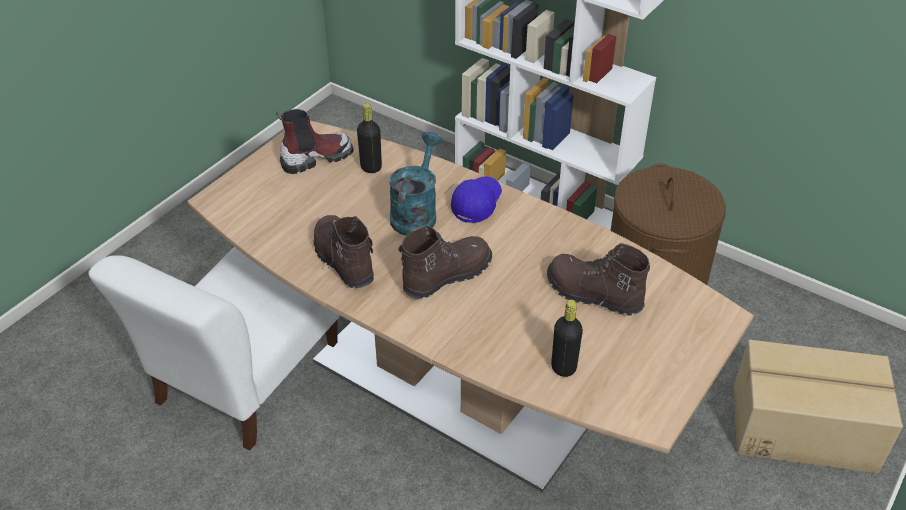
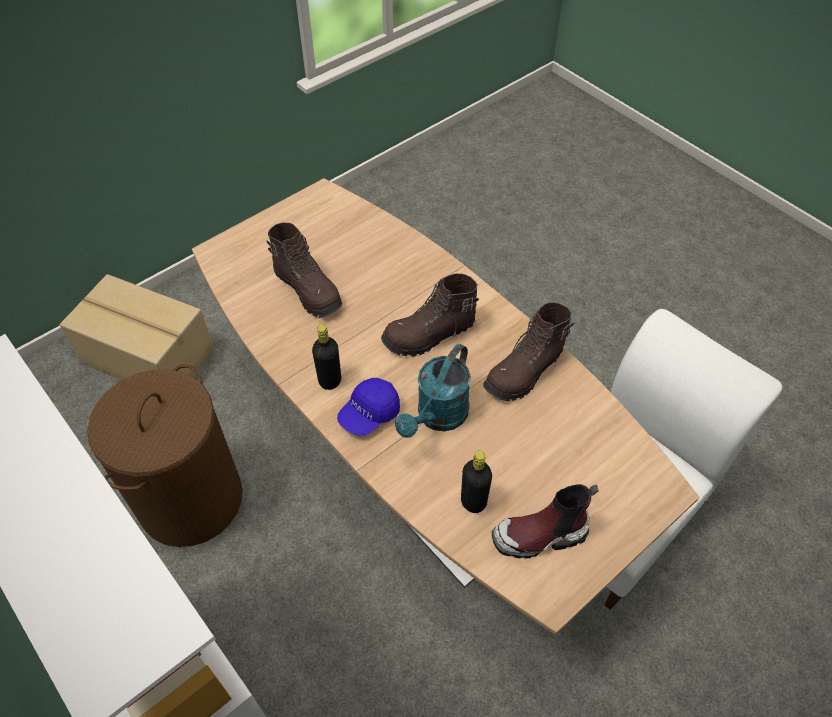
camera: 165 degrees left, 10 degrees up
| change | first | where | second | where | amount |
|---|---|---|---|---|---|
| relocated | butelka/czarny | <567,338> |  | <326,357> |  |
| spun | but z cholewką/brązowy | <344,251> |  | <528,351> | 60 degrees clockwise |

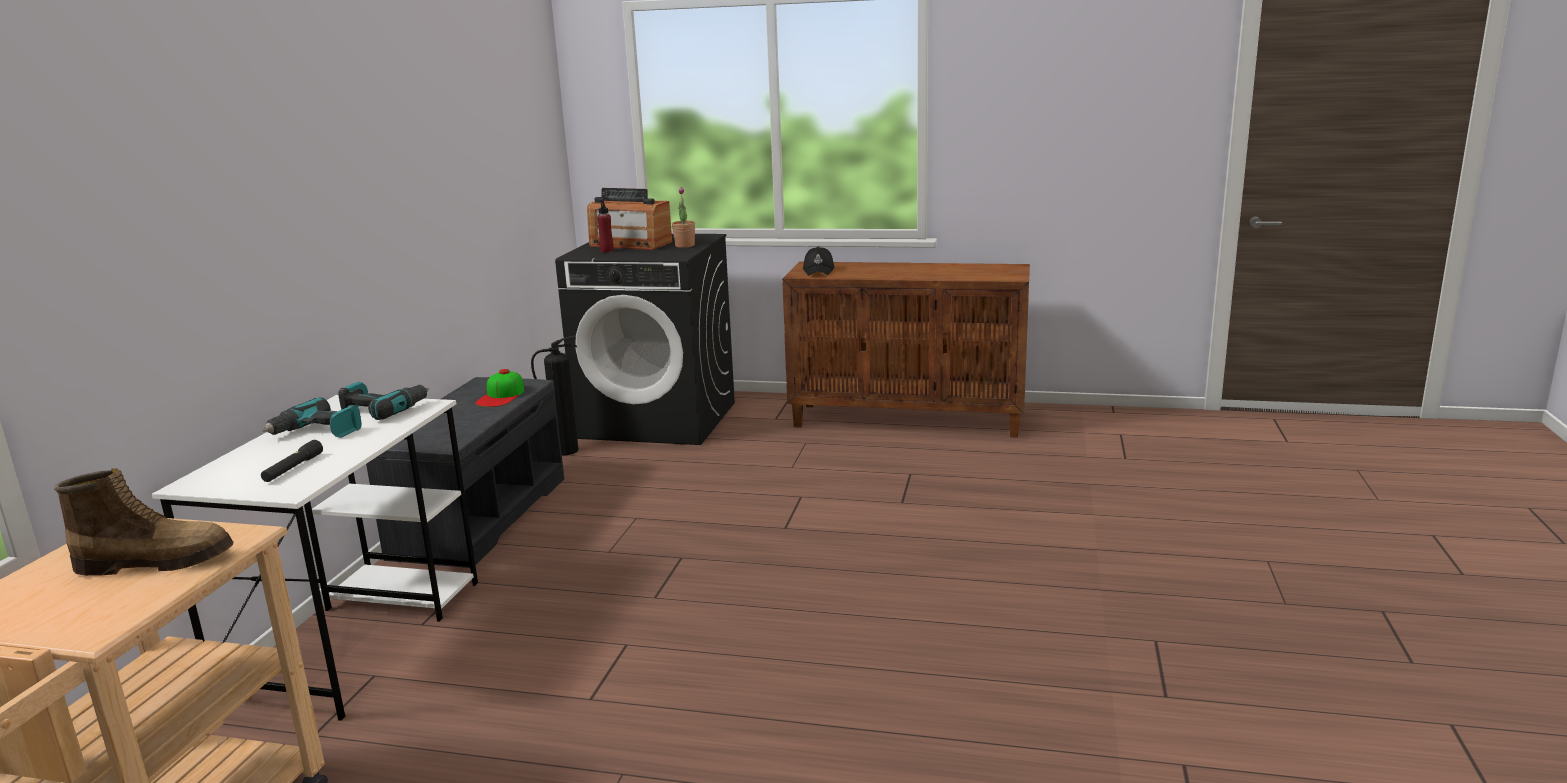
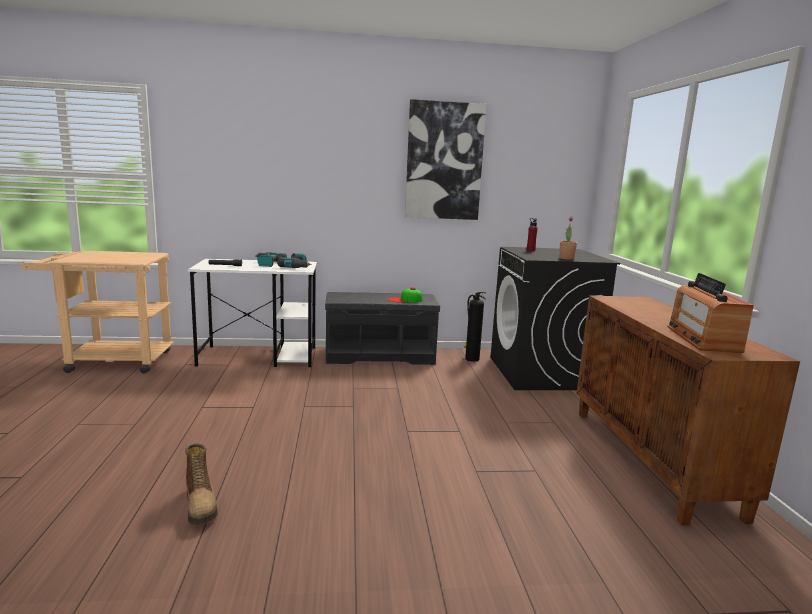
camera: 70 degrees right, 5 degrees down
| change | first | where | second | where | amount |
|---|---|---|---|---|---|
| missing | czapka z daszkiem/czarny | <819,261> |  |  |  |
| appeared |  |  | obraz | <446,159> |  |
| relocated | but z cholewką | <144,522> |  | <201,484> |  |
| relocated | radio | <629,219> |  | <710,313> |  |

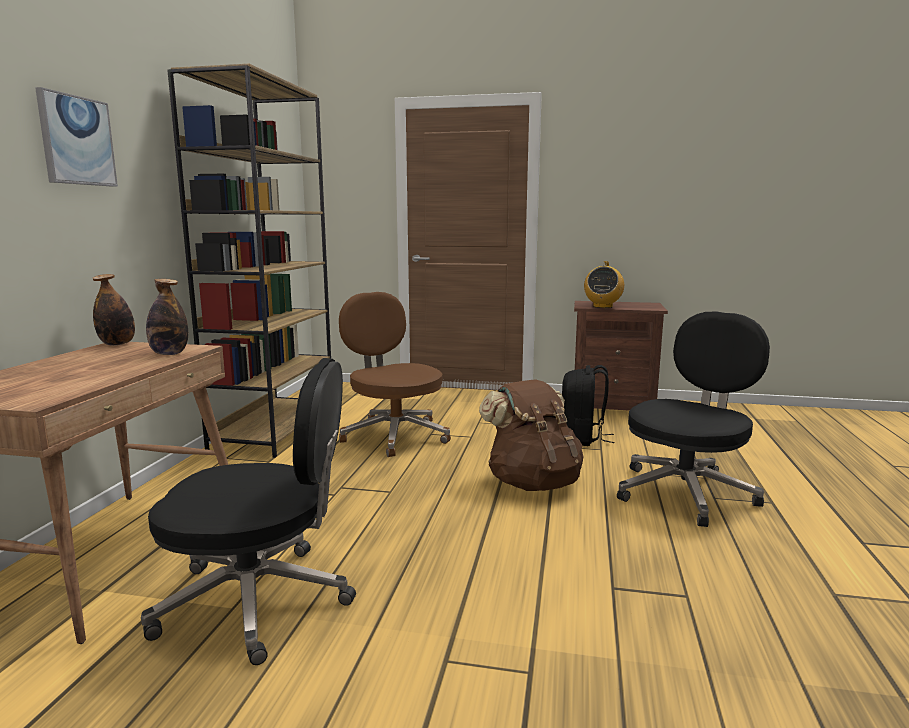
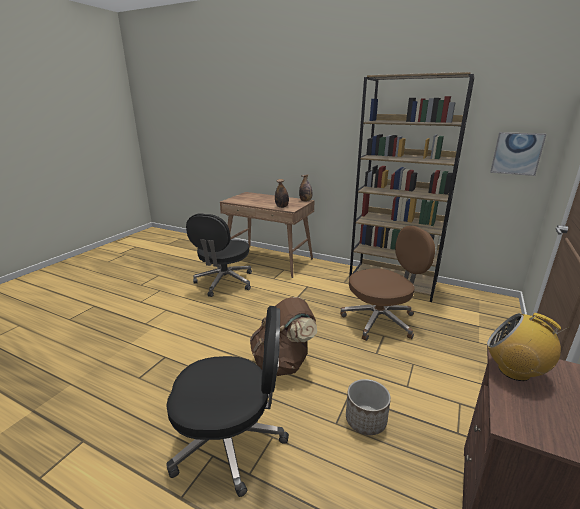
camera: 105 degrees right, 10 degrees up
| change | first | where | second | where | amount |
|---|---|---|---|---|---|
| relocated | obraz | <76,137> |  | <518,154> |  |
| exchanged | plecak/czarny | <588,405> | donica | <368,407> |  |
| spun | krzesło biurowe/czarny | <693,419> |  | <227,401> | 60 degrees counterclockwise |

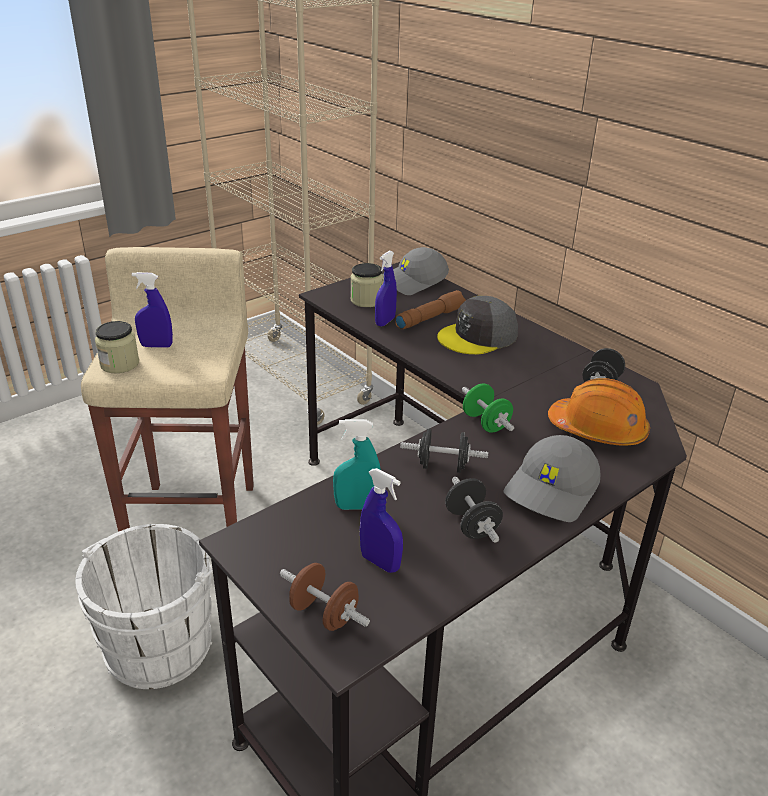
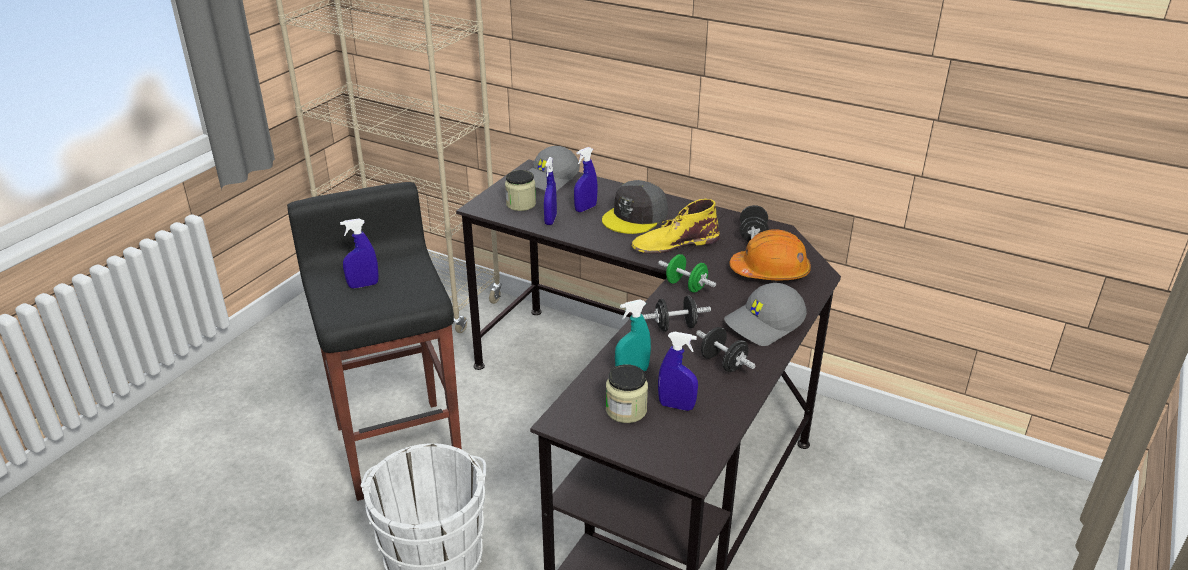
camera: 20 degrees left, 0 degrees up
| change | first | where | second | where | amount |
|---|---|---|---|---|---|
| missing | hantel/brązowy | <325,597> |  |  |  |
| appeared |  |  | but z cholewką/żółty | <675,226> |  |
| relocated | słoik | <117,347> |  | <627,393> |  |
| exchanged | latarka/brązowy | <430,309> | spryskiwacz/niebieski | <586,179> |  |
| colour | stołek/beżowy | <167,389> | stołek/czarny | <374,341> |  |
| spun | czapka z daszkiem/szary | <552,478> |  | <765,314> | 45 degrees clockwise |

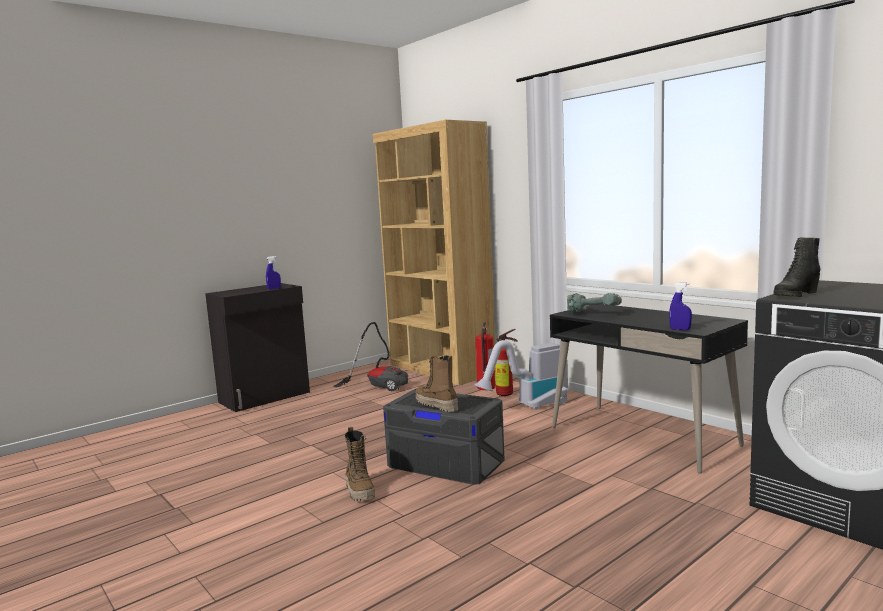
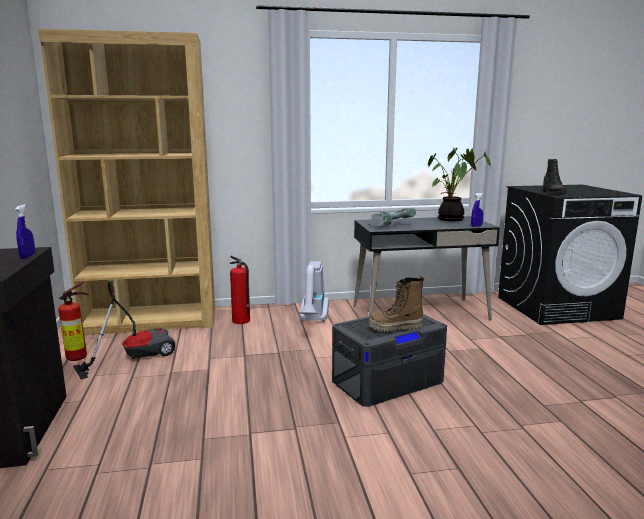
camera: 60 degrees left, 5 degrees up
| change | first | where | second | where | amount |
|---|---|---|---|---|---|
| missing | but z cholewką | <360,464> |  |  |  |
| appeared |  |  | roślina doniczkowa | <459,184> |  |
| relocated | gaśnica | <506,362> |  | <73,321> |  |

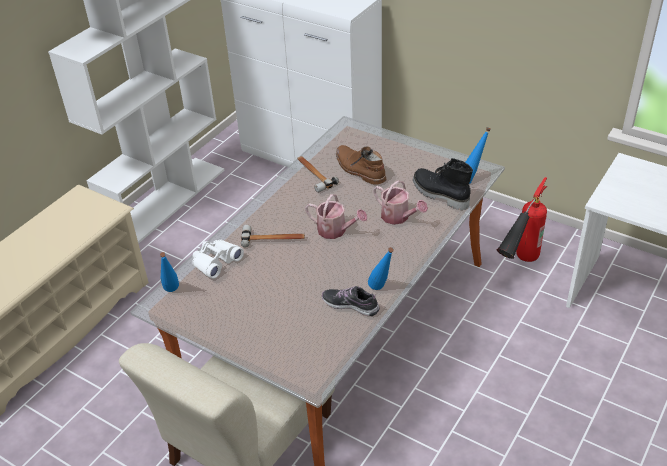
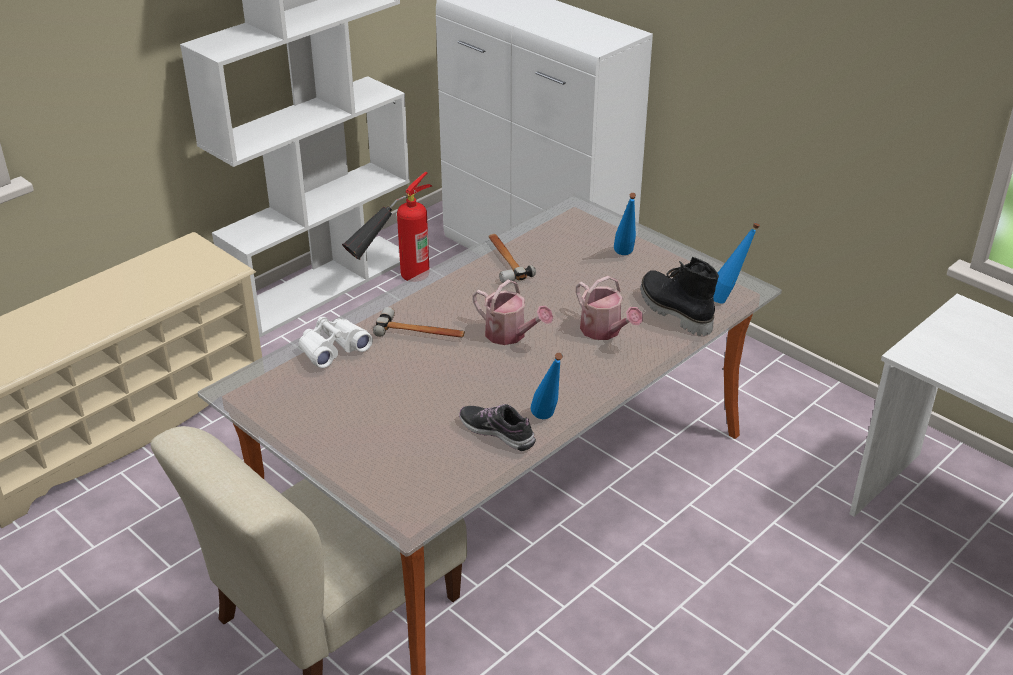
camera: 10 degrees right, 5 degrees down
| change | first | where | second | where | amount |
|---|---|---|---|---|---|
| missing | but z cholewką/brązowy | <361,165> |  |  |  |
| relocated | butelka/niebieski | <169,272> |  | <625,224> |  |
| relocated | gaśnica | <522,219> |  | <387,226> |  |

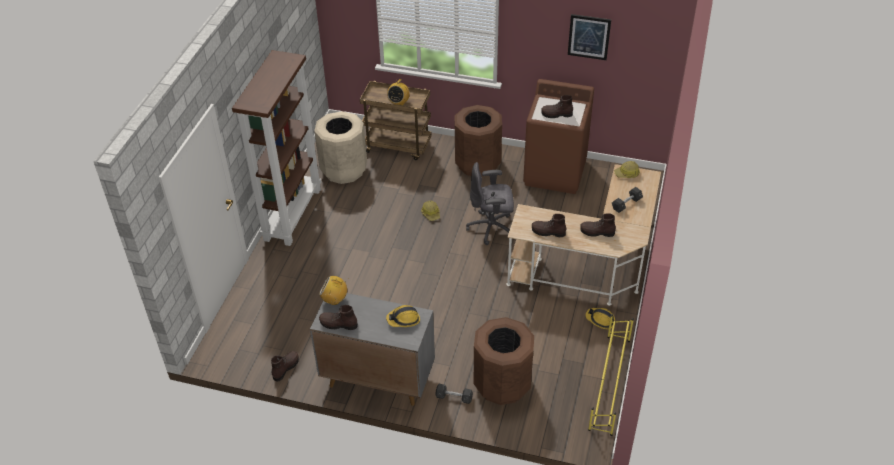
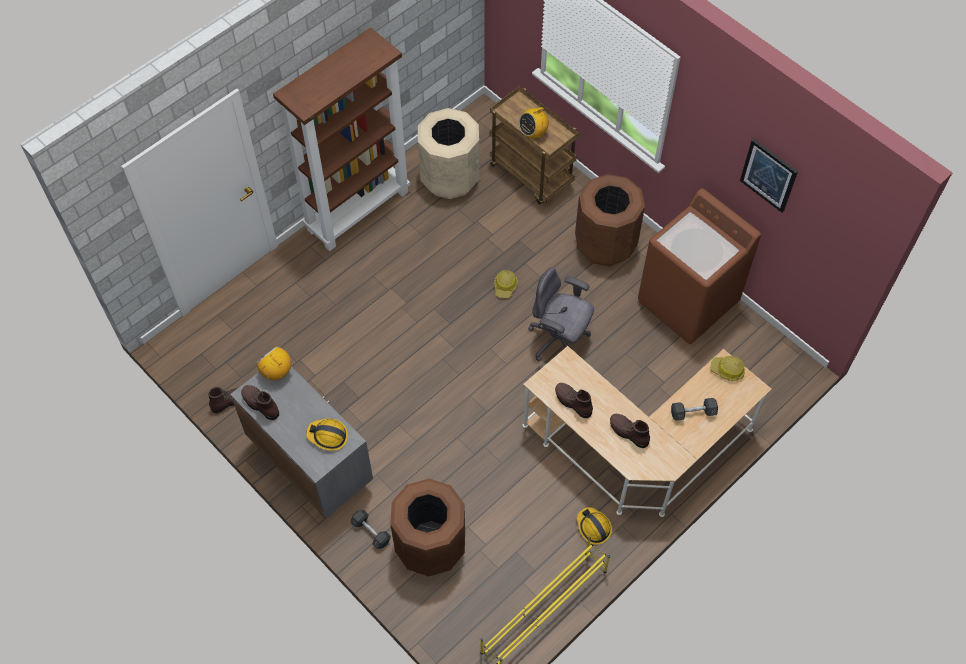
camera: 30 degrees right, 15 degrees up
| change | first | where | second | where | amount |
|---|---|---|---|---|---|
| missing | but z cholewką/brązowy | <557,106> |  |  |  |

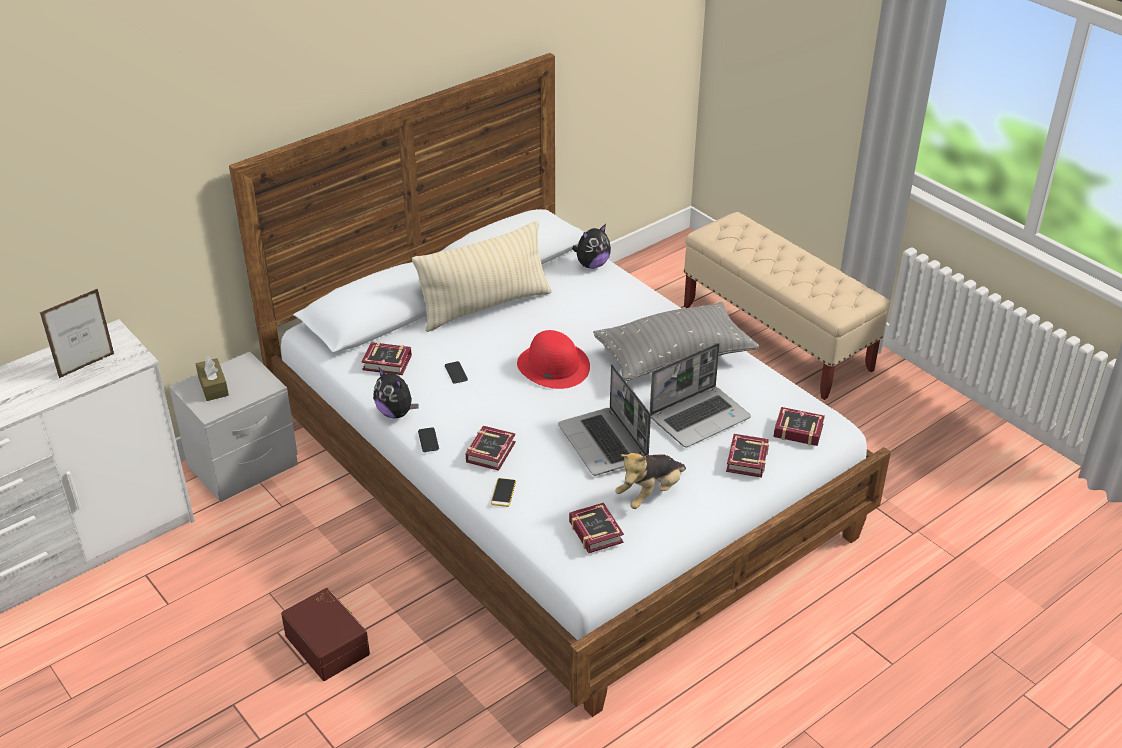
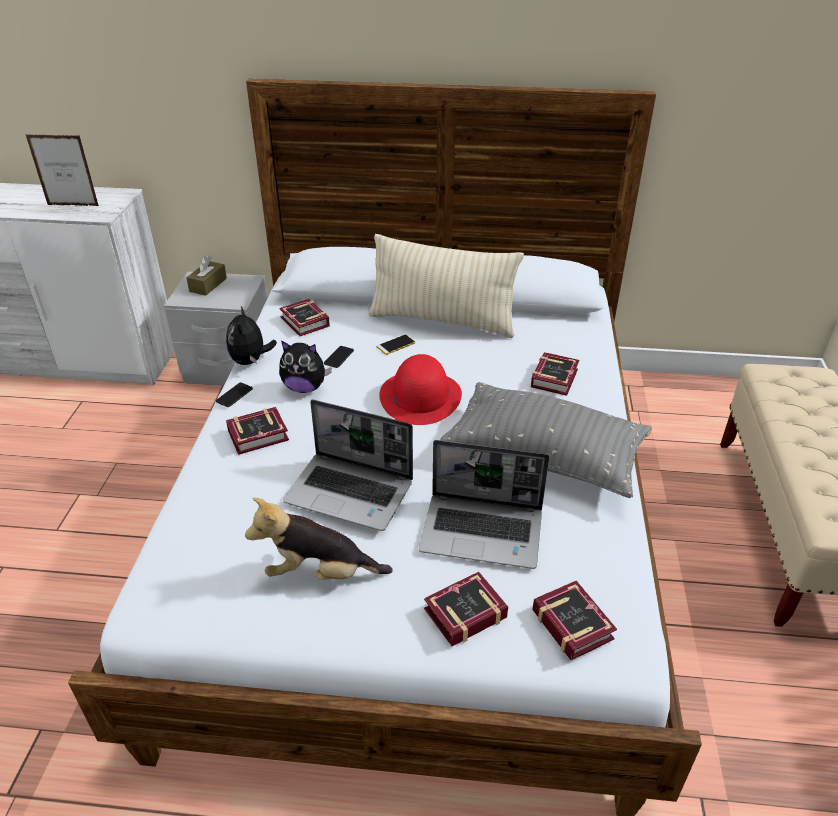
camera: 45 degrees right, 0 degrees up
| change | first | where | second | where | amount |
|---|---|---|---|---|---|
| missing | pojemnik do przechowywania/brązowy | <325,634> |  |  |  |
| relocated | telefon | <503,492> |  | <396,345> |  |
| relocated | książka | <596,527> |  | <555,374> |  |
| relocated | pluszak | <591,246> |  | <305,367> |  |
| spun | laptop | <604,420> |  | <348,465> | 90 degrees counterclockwise |

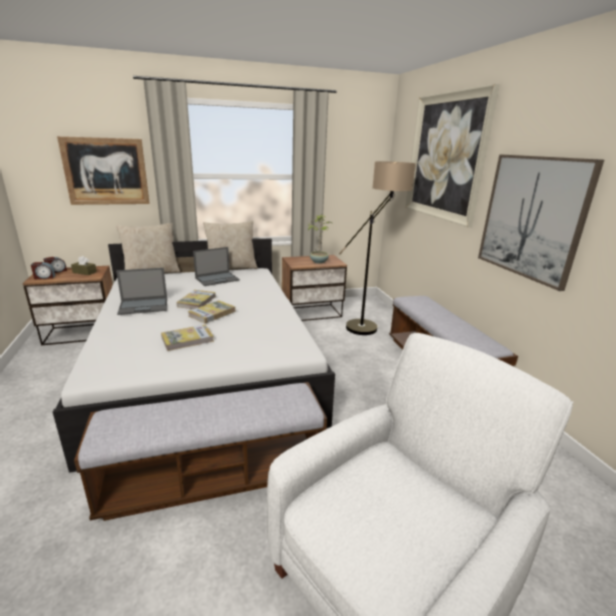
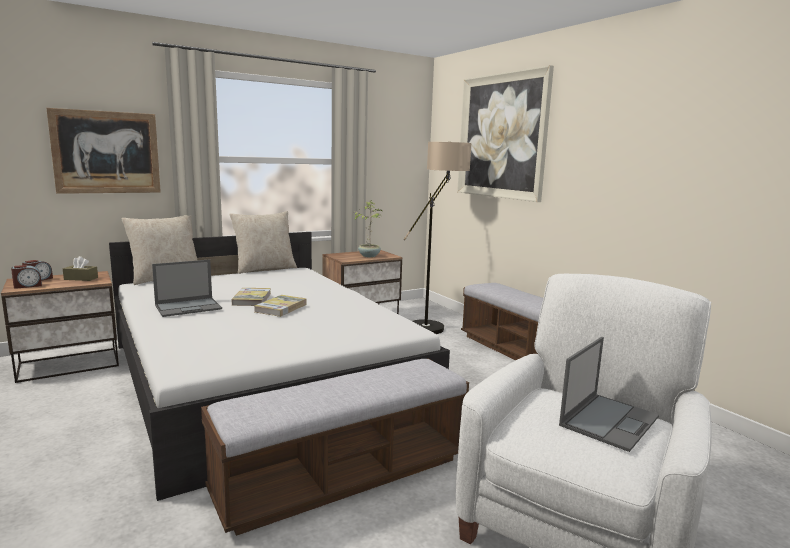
camera: 15 degrees left, 10 degrees down
| change | first | where | second | where | amount |
|---|---|---|---|---|---|
| missing | książka | <187,338> |  |  |  |
| missing | obraz | <541,222> |  |  |  |
| relocated | laptop | <216,266> |  | <609,394> |  |

